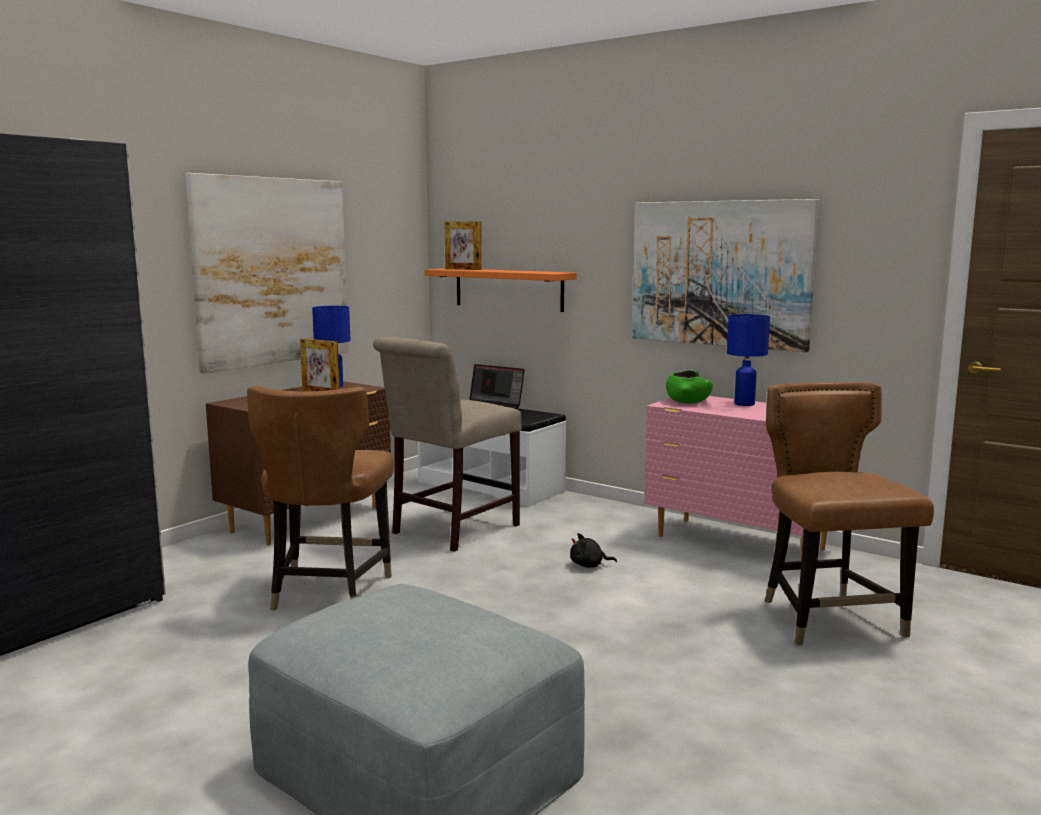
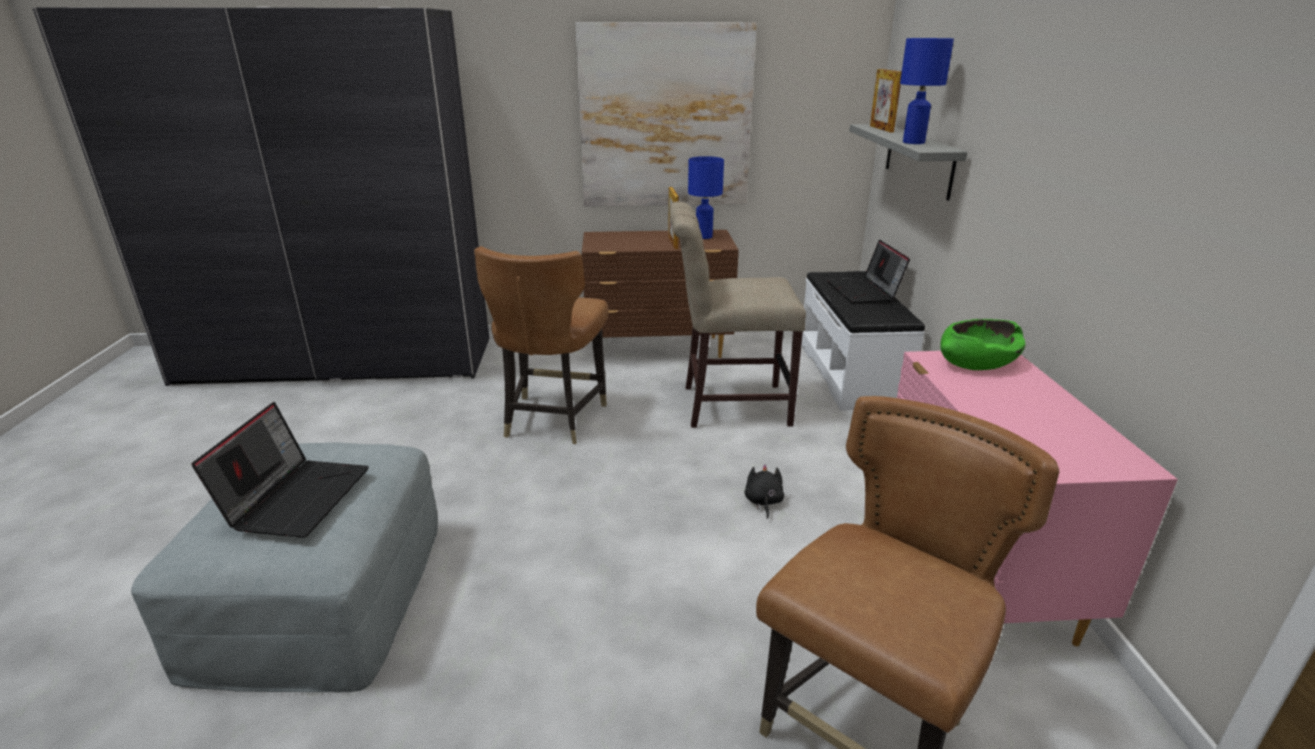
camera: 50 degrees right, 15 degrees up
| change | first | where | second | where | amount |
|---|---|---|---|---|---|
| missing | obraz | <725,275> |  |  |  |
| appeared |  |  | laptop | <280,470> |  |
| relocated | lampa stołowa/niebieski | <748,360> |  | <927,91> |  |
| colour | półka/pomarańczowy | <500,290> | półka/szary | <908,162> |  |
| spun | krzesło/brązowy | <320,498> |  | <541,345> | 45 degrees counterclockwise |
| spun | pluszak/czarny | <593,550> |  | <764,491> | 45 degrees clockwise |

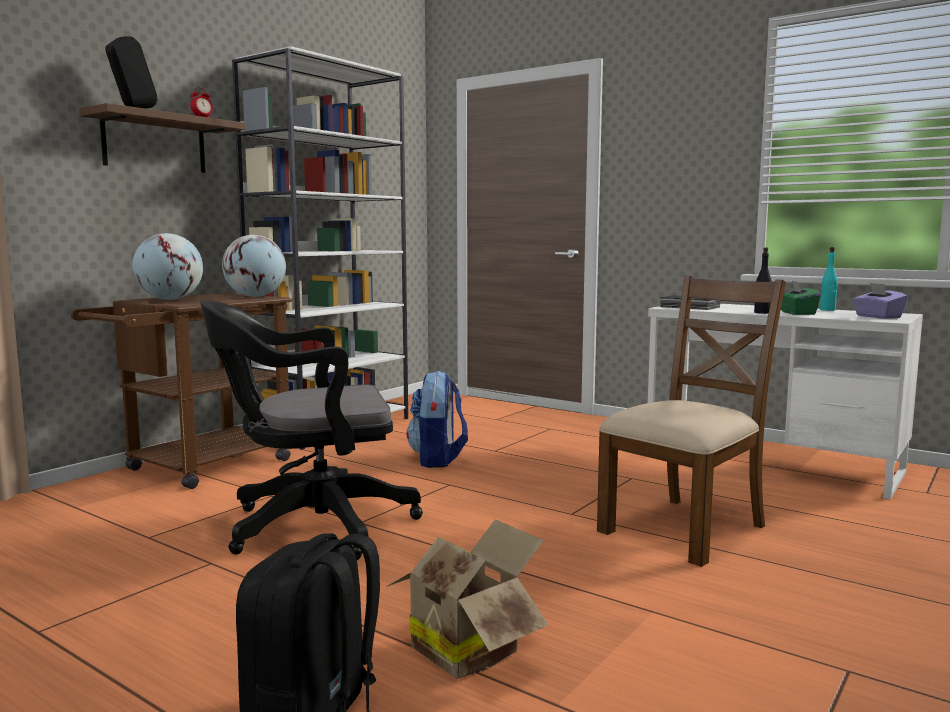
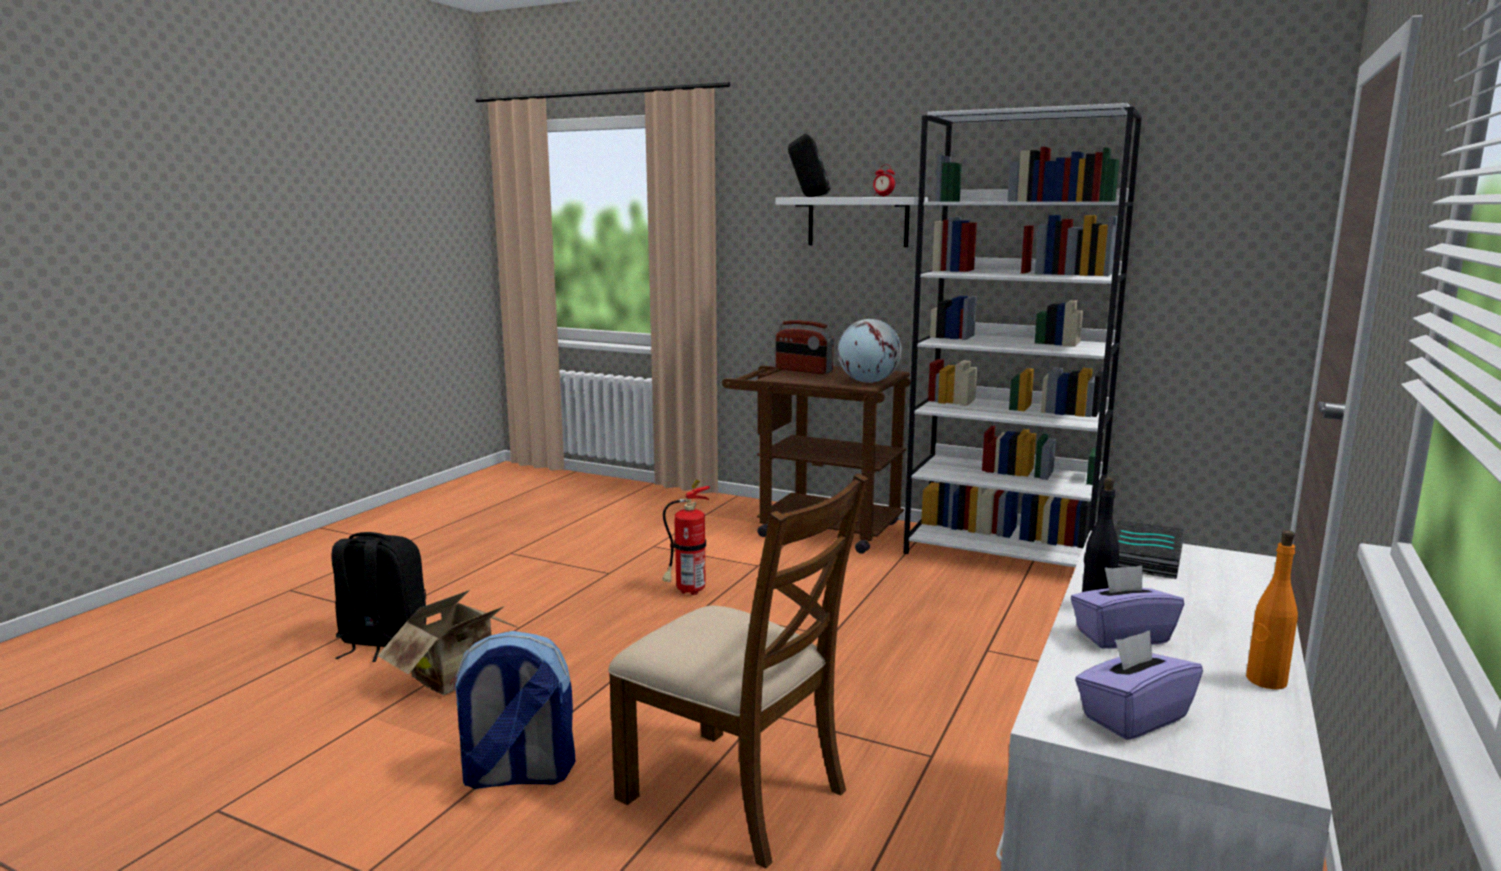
camera: 80 degrees right, 5 degrees up
| change | first | where | second | where | amount |
|---|---|---|---|---|---|
| relocated | plecak | <437,419> |  | <512,710> |  |
| exchanged | globus | <167,266> | radio | <805,347> |  |
| exchanged | krzesło biurowe/czarny | <311,430> | gaśnica | <686,537> |  |
| colour | półka/brązowy | <162,138> | półka/biały | <851,222> |  |
| colour | pudełko chusteczek/zielony | <801,298> | pudełko chusteczek/fioletowy | <1127,607> |  |
| colour | butelka/turkusowy | <829,279> | butelka/pomarańczowy | <1272,609> |  |

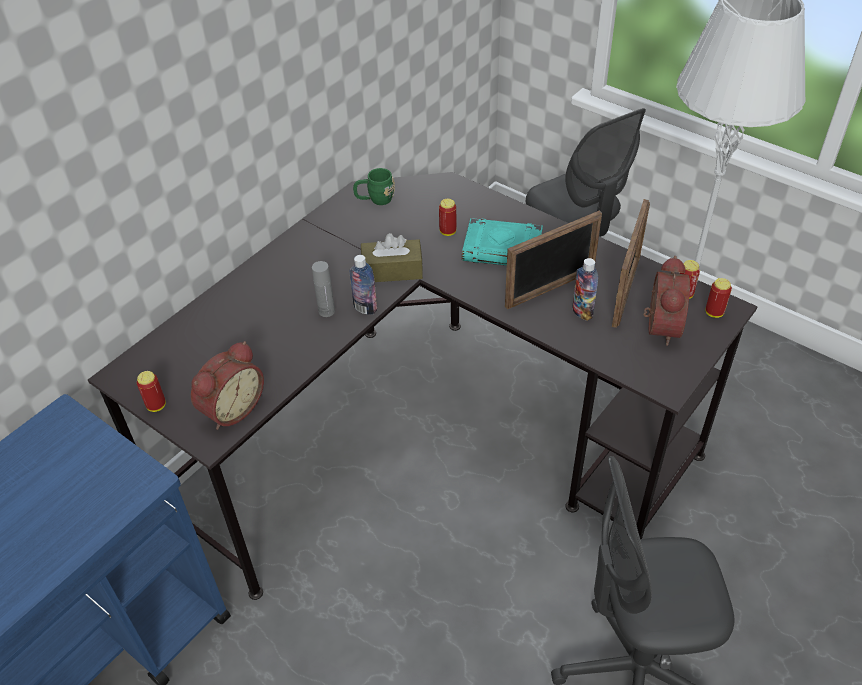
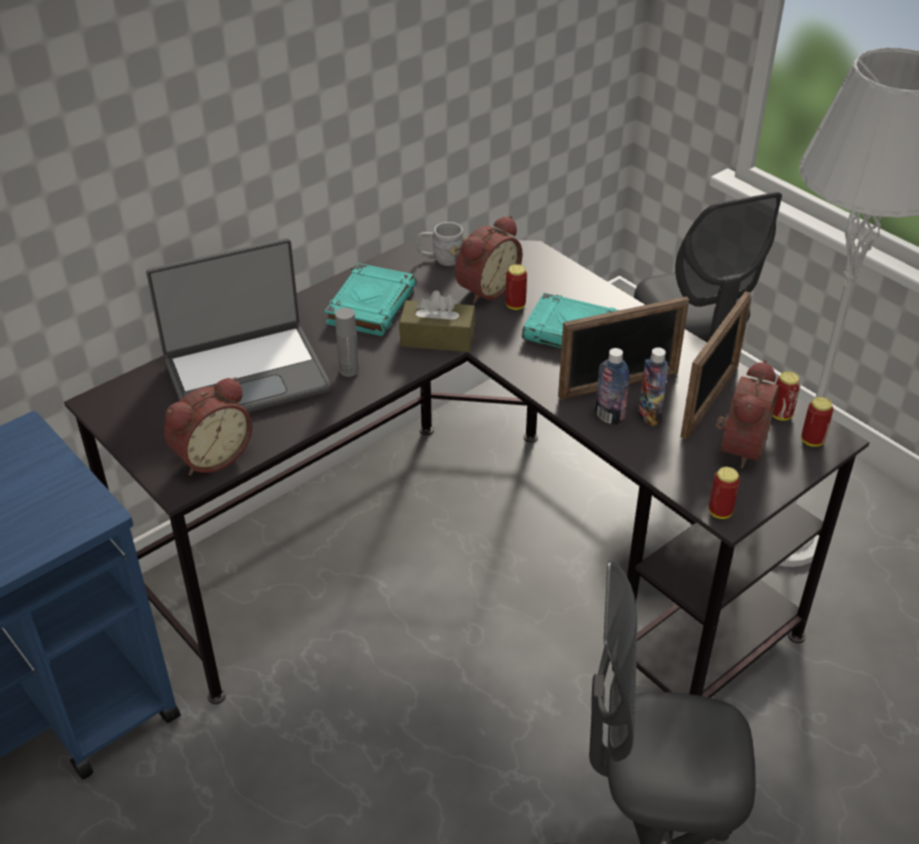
camera: 10 degrees right, 5 degrees down
| change | first | where | second | where | amount |
|---|---|---|---|---|---|
| appeared |  |  | laptop | <238,325> |  |
| appeared |  |  | książka/turkusowy | <371,299> |  |
| appeared |  |  | budzik | <489,260> |  |
| relocated | puszka | <151,391> |  | <724,493> |  |
| relocated | butelka | <363,285> |  | <612,386> |  |
| colour | kubek/zielony | <374,186> | kubek/szary | <440,244> |  |

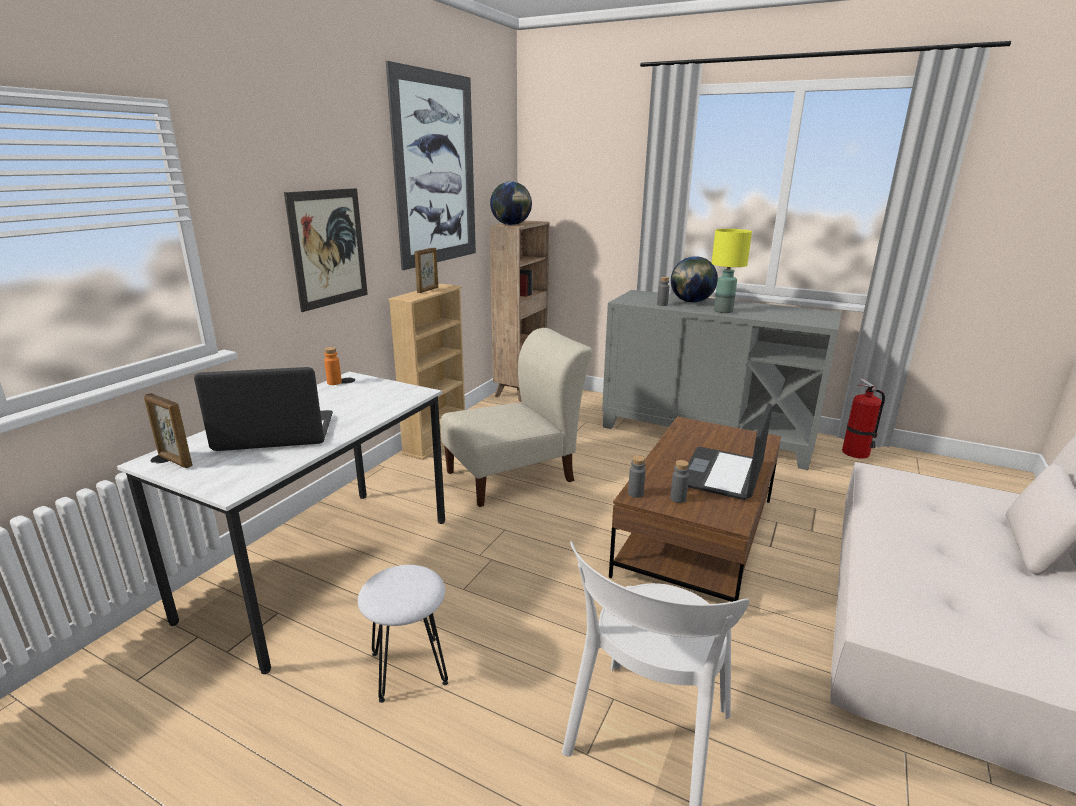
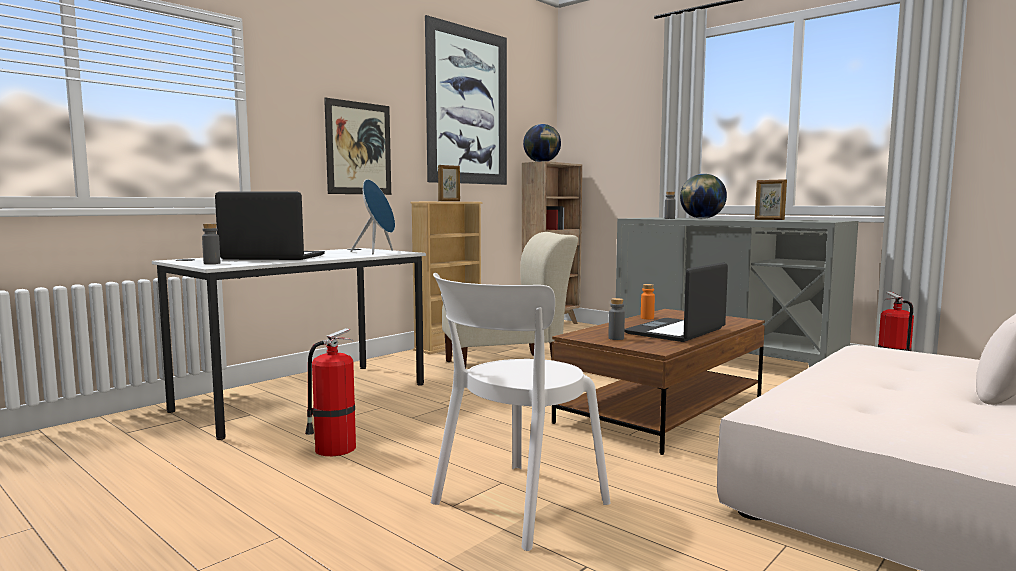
camera: 15 degrees right, 15 degrees down
| change | first | where | second | where | amount |
|---|---|---|---|---|---|
| missing | lampa stołowa/żółty | <732,271> |  |  |  |
| appeared |  |  | głośnik/niebieski | <372,216> |  |
| relocated | ramka na zdjęcie | <168,430> |  | <771,199> |  |
| relocated | butelka/pomarańczowy | <333,366> |  | <648,301> |  |
| relocated | butelka/szary | <637,476> |  | <211,243> |  |
| exchanged | stołek/biały | <403,634> | gaśnica | <330,392> |  |

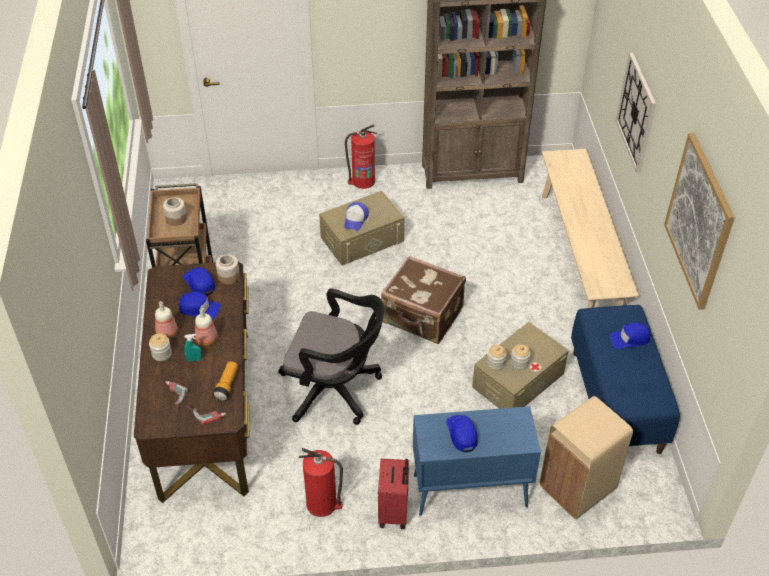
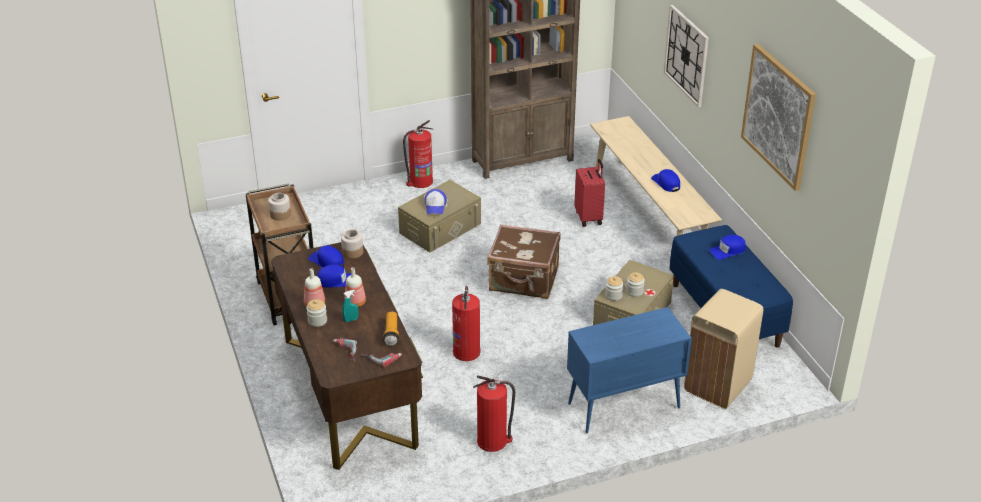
camera: 15 degrees left, 10 degrees down
| change | first | where | second | where | amount |
|---|---|---|---|---|---|
| relocated | walizka/czerwony | <393,494> |  | <589,193> |  |
| relocated | czapka z daszkiem/niebieski | <462,433> |  | <665,180> |  |
| exchanged | krzesło biurowe/czarny | <331,356> | gaśnica | <466,323> |  |

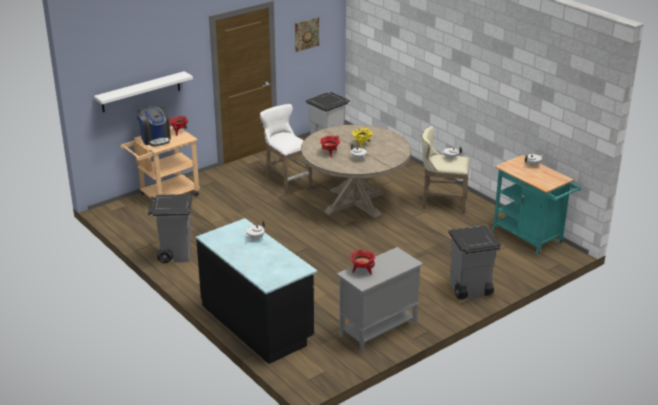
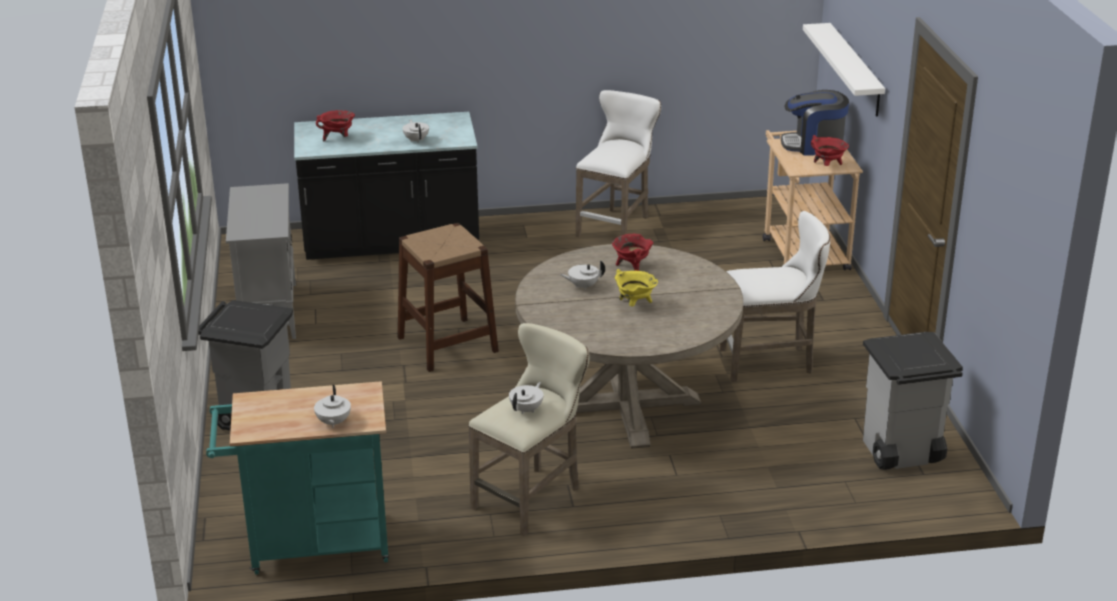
camera: 120 degrees right, 0 degrees up
| change | first | where | second | where | amount |
|---|---|---|---|---|---|
| missing | obraz | <307,34> |  |  |  |
| appeared |  |  | stołek/brązowy | <448,297> |  |
| relocated | garnek/czerwony | <362,262> |  | <335,125> |  |
| exchanged | kosz na śmieci/szary | <170,228> | stołek/biały | <618,163> |  |

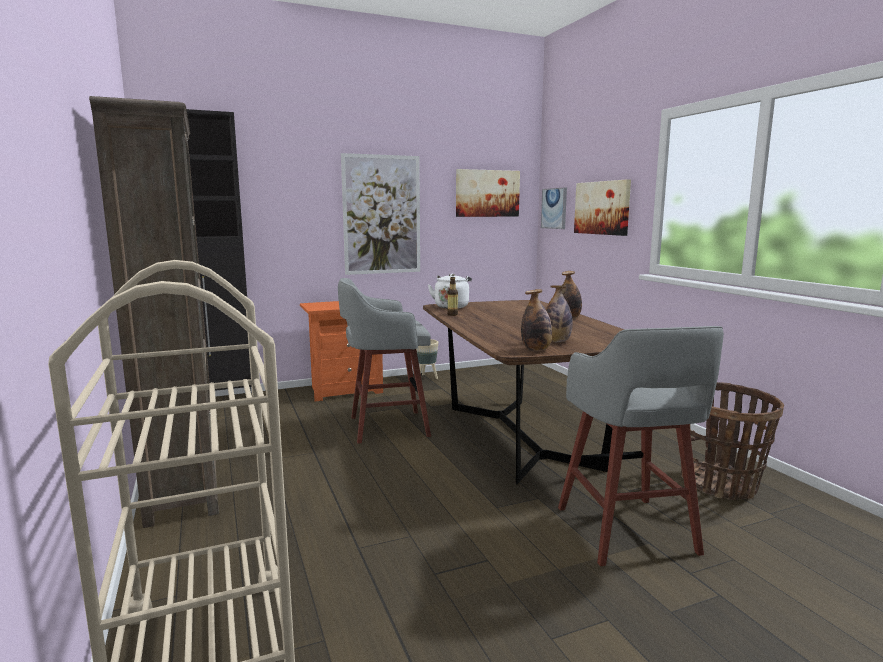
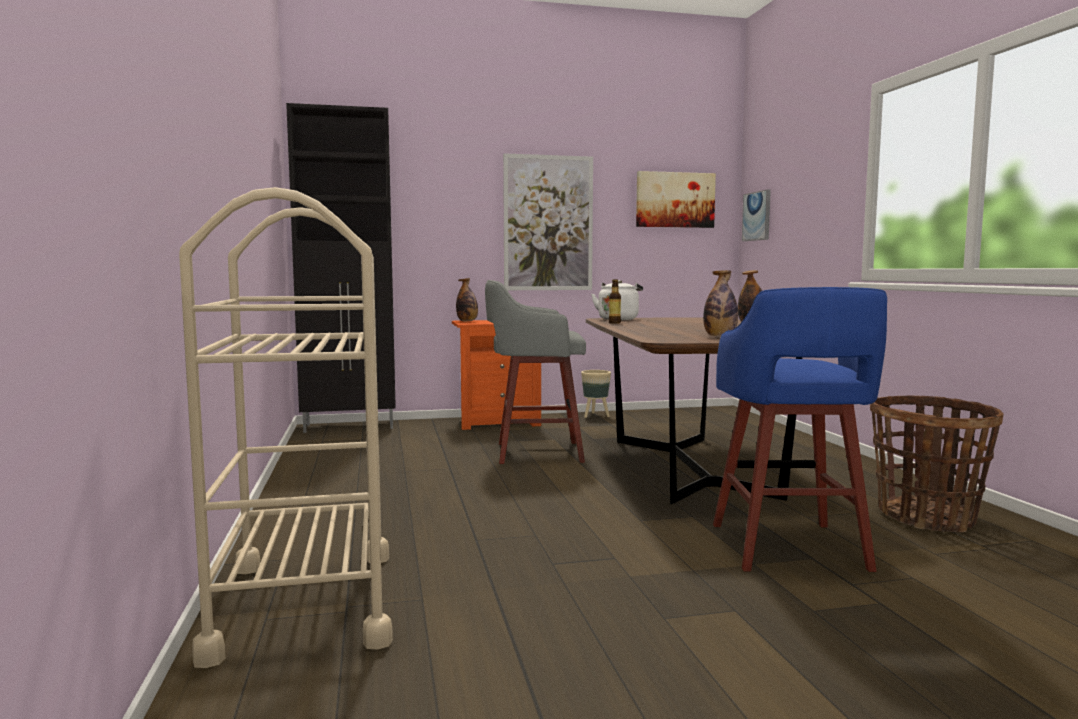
camera: 10 degrees right, 5 degrees down
| change | first | where | second | where | amount |
|---|---|---|---|---|---|
| missing | regał/brązowy | <154,312> |  |  |  |
| missing | obraz | <602,207> |  |  |  |
| relocated | butelka | <536,320> |  | <467,300> |  |
| colour | stołek/szary | <641,446> | stołek/niebieski | <800,429> |  |

